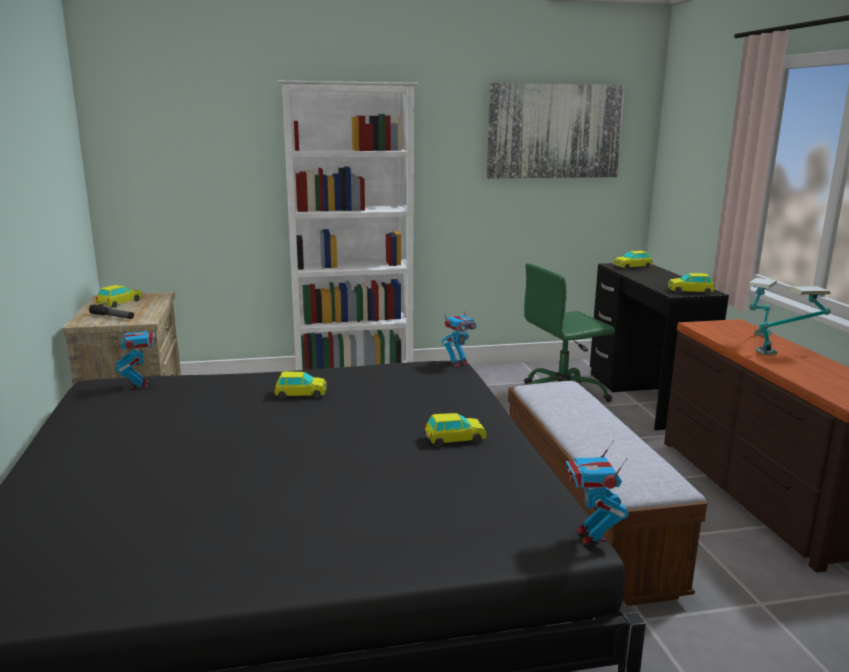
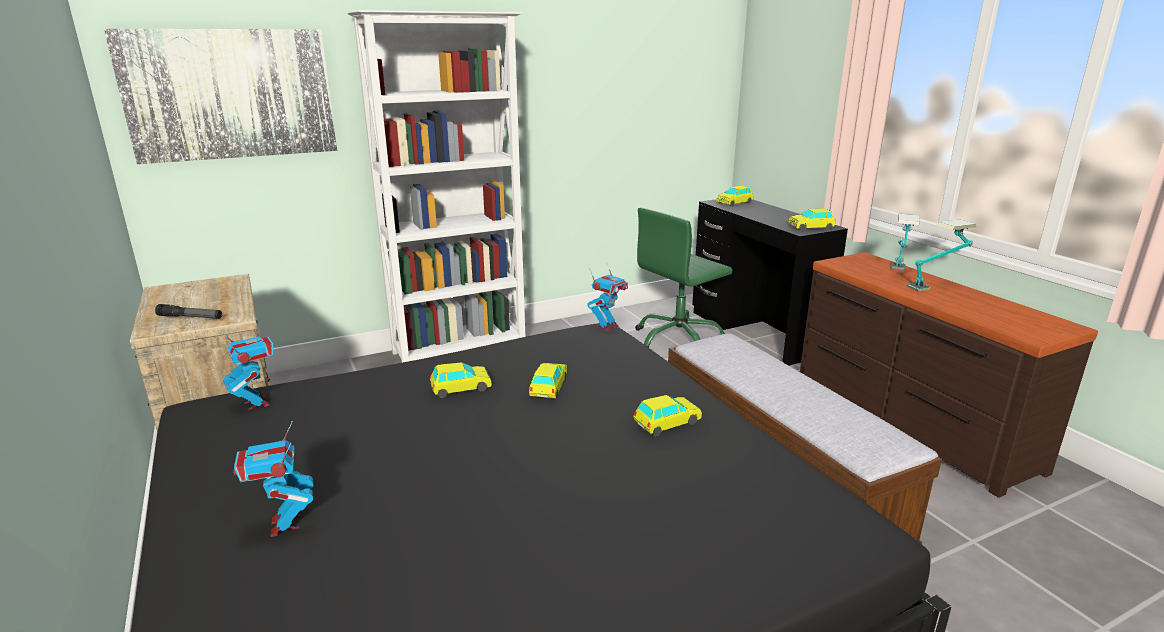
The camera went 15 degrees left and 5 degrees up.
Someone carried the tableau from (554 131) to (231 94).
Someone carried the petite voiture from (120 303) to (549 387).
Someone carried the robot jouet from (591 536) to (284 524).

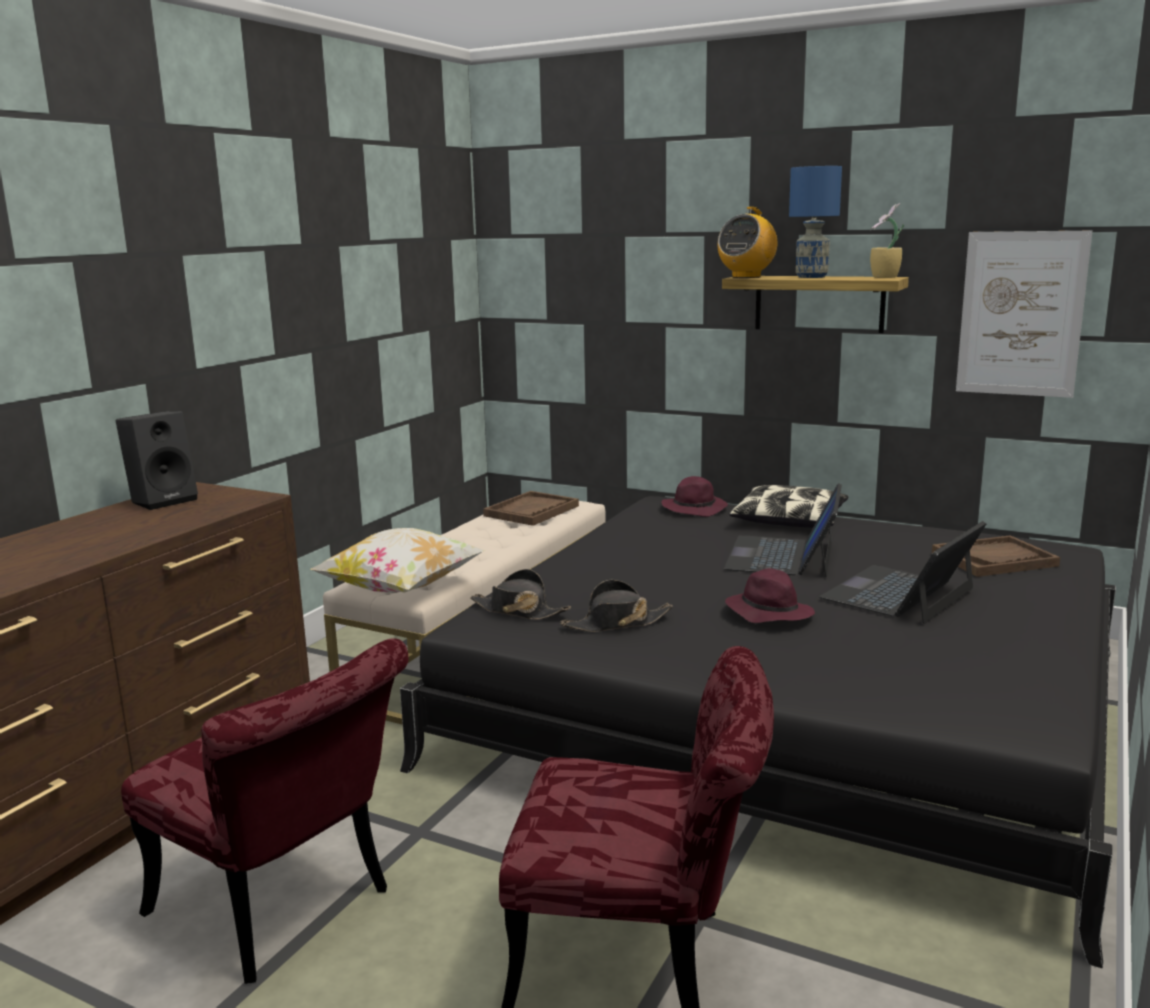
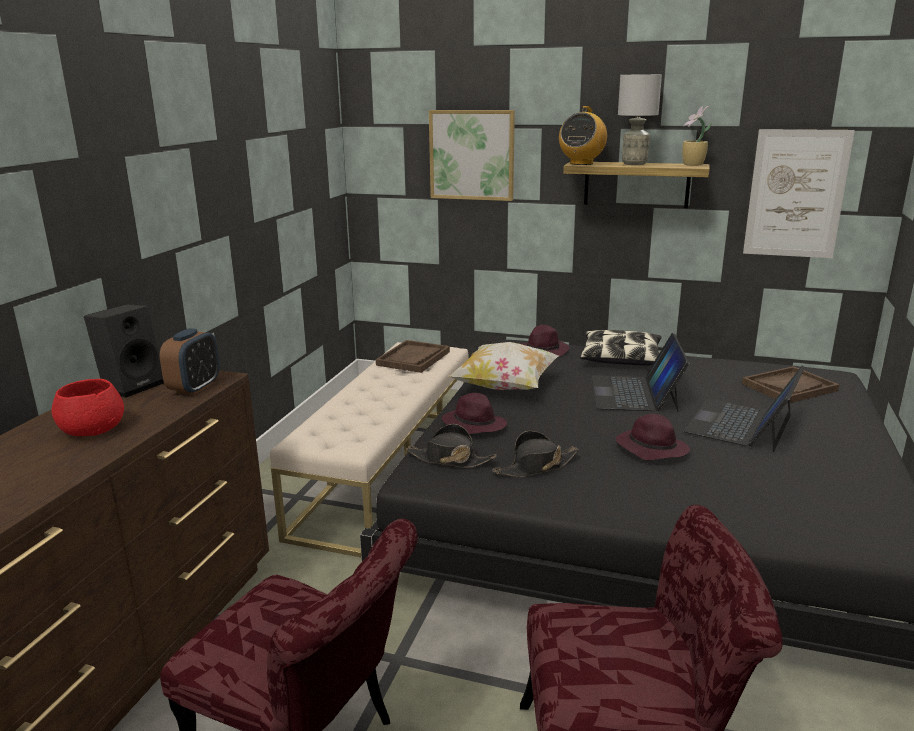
The camera went 10 degrees left and 5 degrees up.
Someone repainted the lampe de table/bleu at (810 277), which became the lampe de table/gris at (633 164).
Someone carried the coussin from (402 590) to (505 387).
Someone put up the tableau at (472 155).
Someone put down the réveil at (195 388).
Someone put down the bol/rouge at (92 429).
Someone put down the chapeau/violet at (473 425).

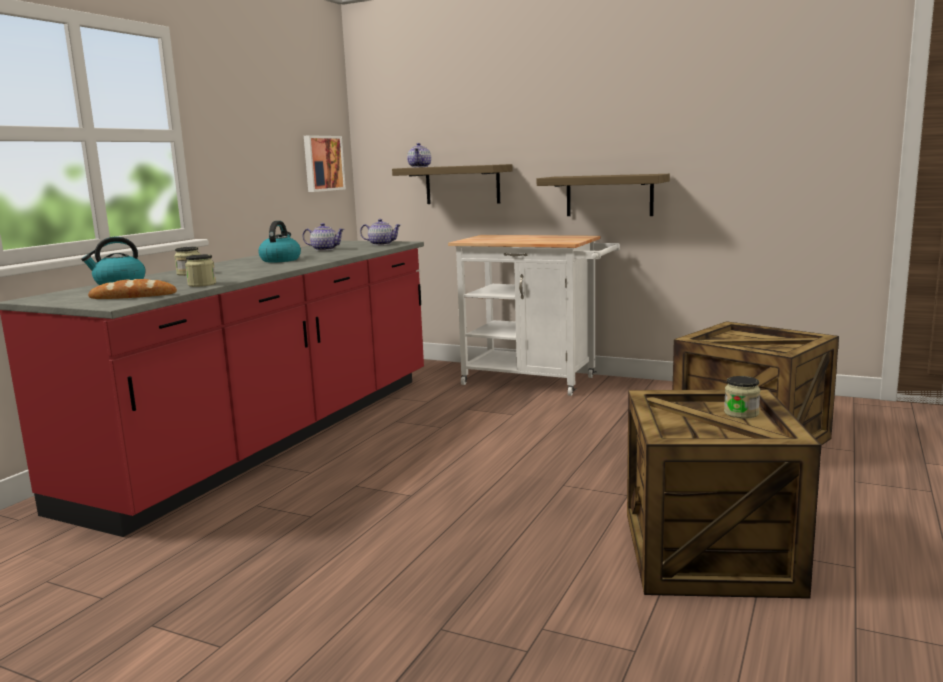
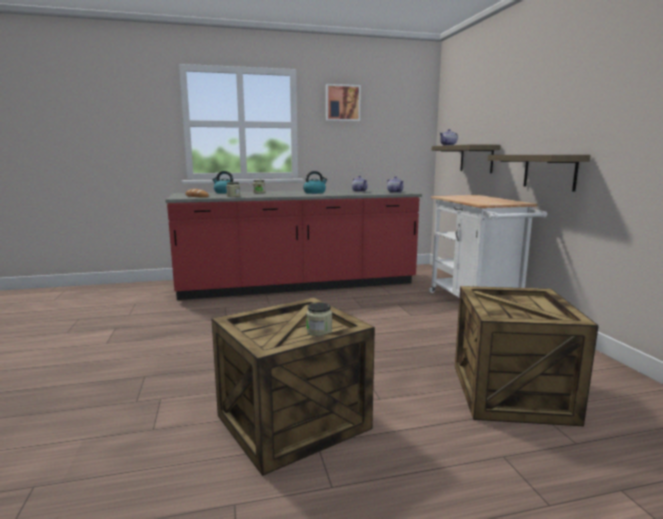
The camera went 50 degrees right and 0 degrees up.
Someone carried the tableau from (322 163) to (342 103).

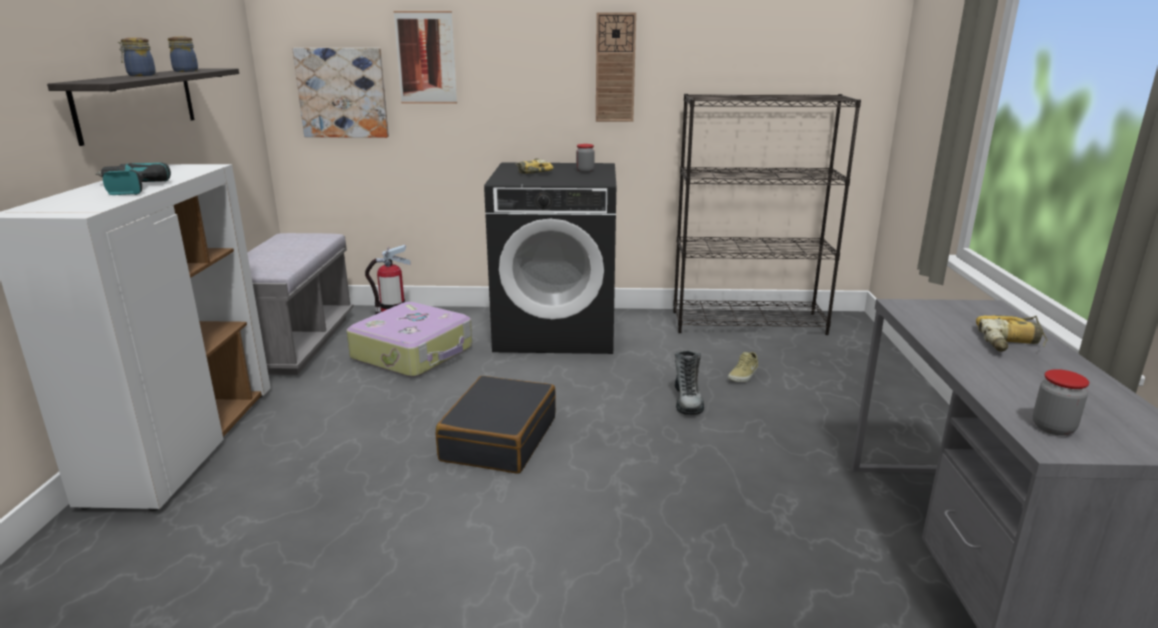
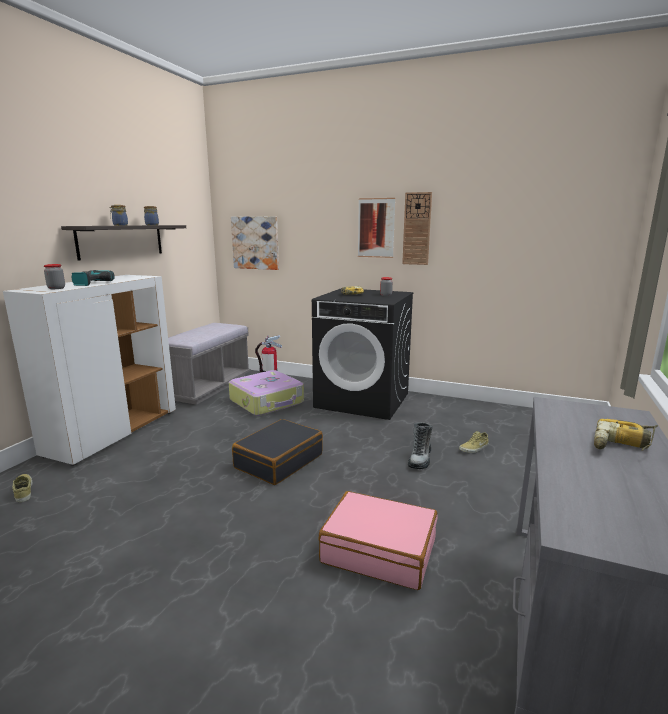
The camera went 20 degrees right and 5 degrees down.
Someone carried the tableau from (426 58) to (376 228).
Someone took away the bibliothèque/noir at (749 322).
Someone carried the bocal from (1053 428) to (56 288).
Someone put down the chaussure/beige at (22 491).
Someone put down the valise/rose at (379 551).

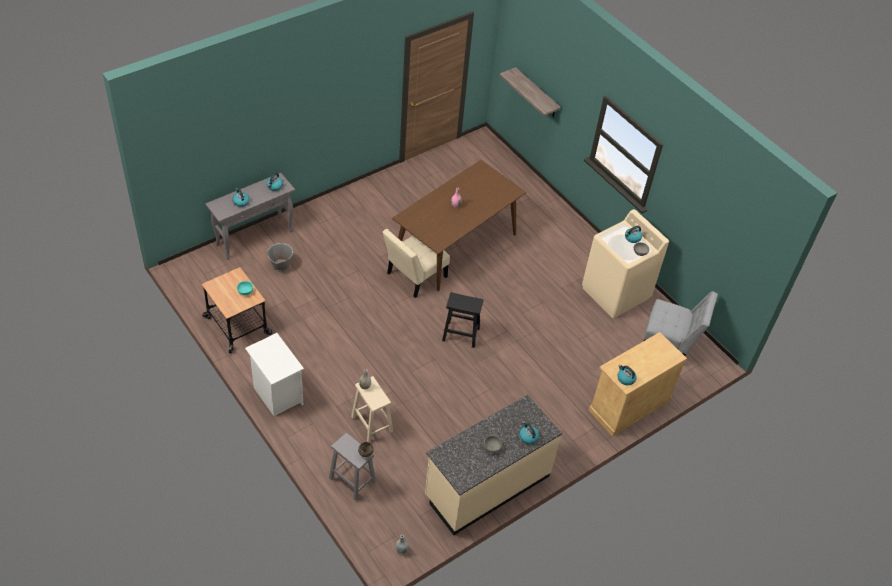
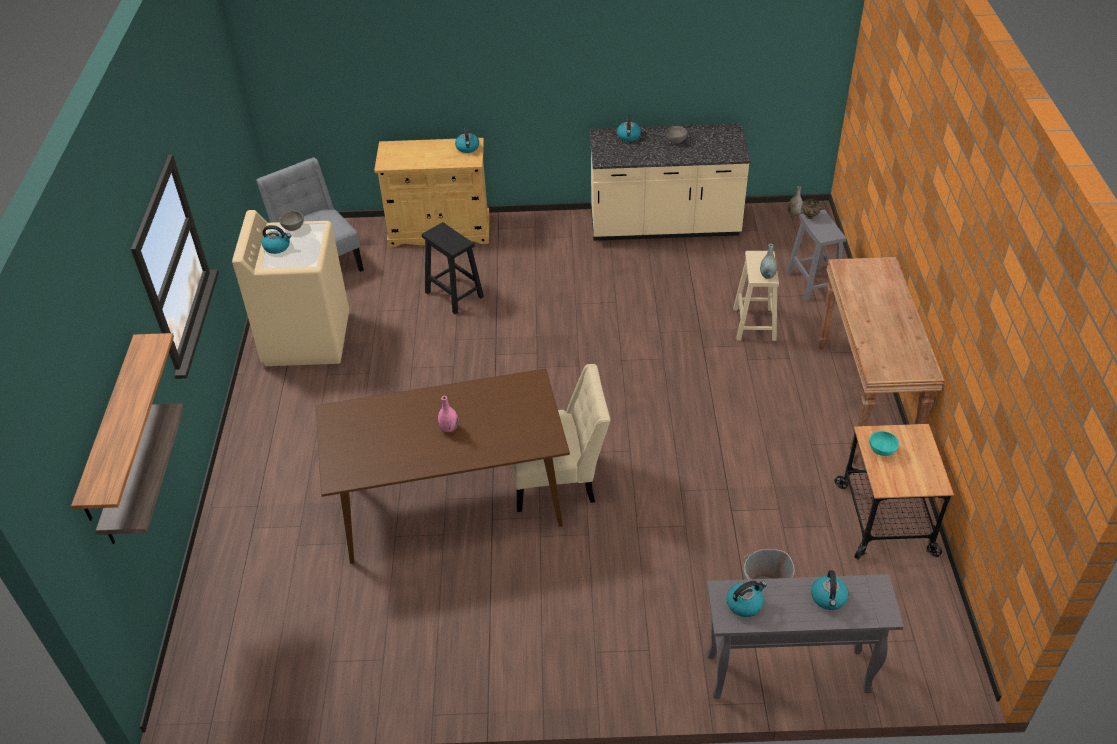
The camera went 140 degrees left and 5 degrees down.
Someone carried the tabouret/noir from (460 334) to (455 295).
Someone swapped the table de chevet/blanc at (277 394) for the table console/marron at (864 401).
Someone put up the étagère at (110 428).

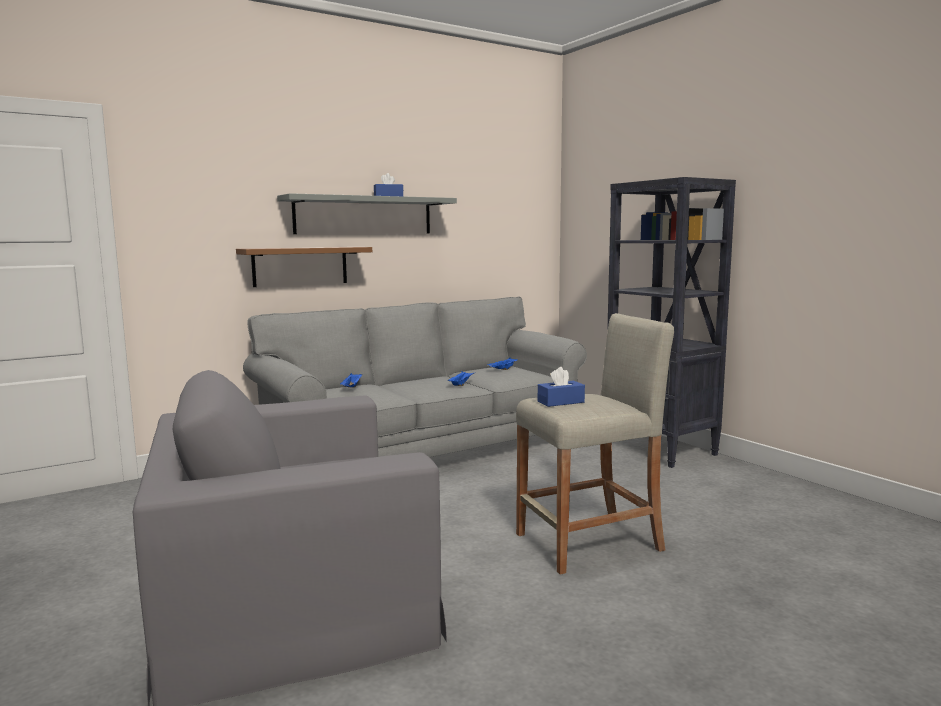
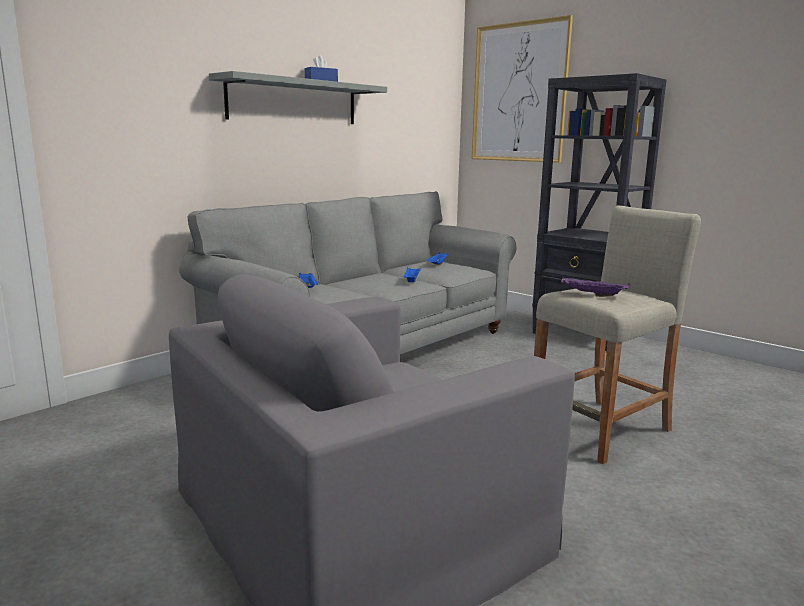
The camera went 15 degrees left and 5 degrees up.
Someone took away the étagère/marron at (300 266).
Someone swapped the boîte à mouchoirs/bleu at (560 402) for the plateau/violet at (592 295).
Someone put up the tableau at (519 93).

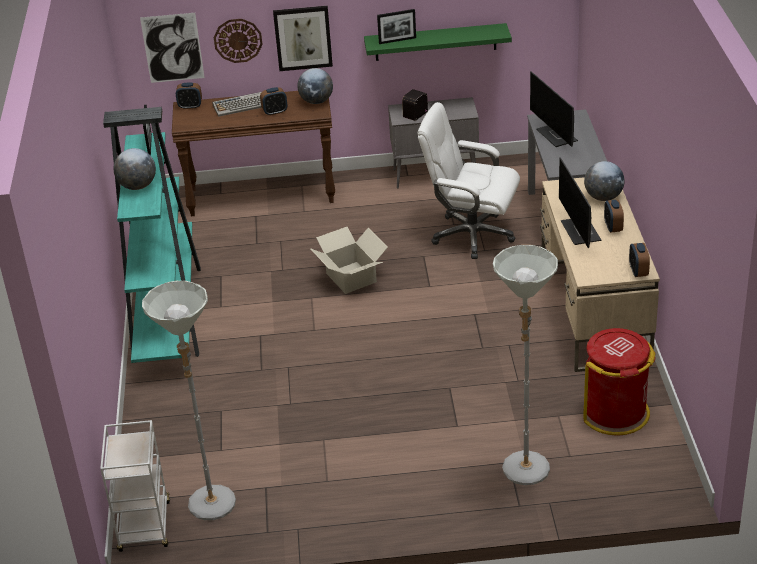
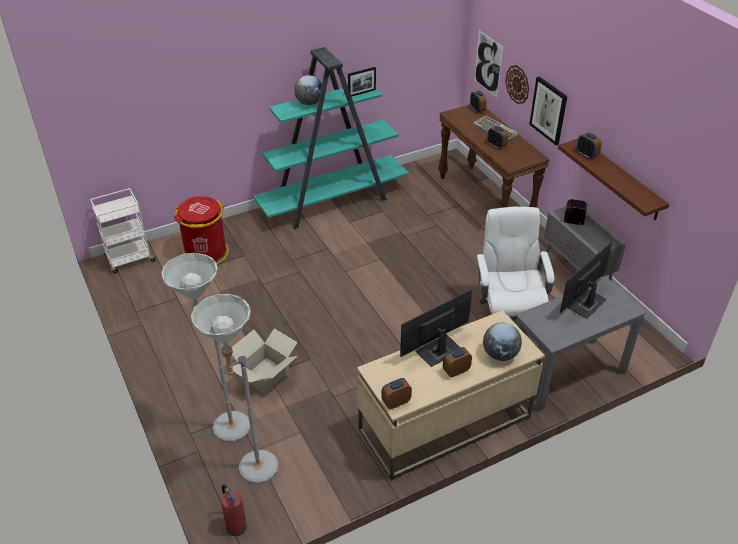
The camera went 65 degrees right and 5 degrees up.
Someone swapped the cadre photo at (397 40) for the réveil at (586 155).
Someone repainted the étagère/vert at (435 42), which became the étagère/marron at (620 179).
Someone took away the globe at (316 101).
Someone carried the carton from (351 277) to (265 375).
Someone carried the lampadaire/gris from (212 511) to (250 471).
Someone carried the poubelle/rouge from (615 412) to (206 253).
Someone put down the extincteur at (236 525).

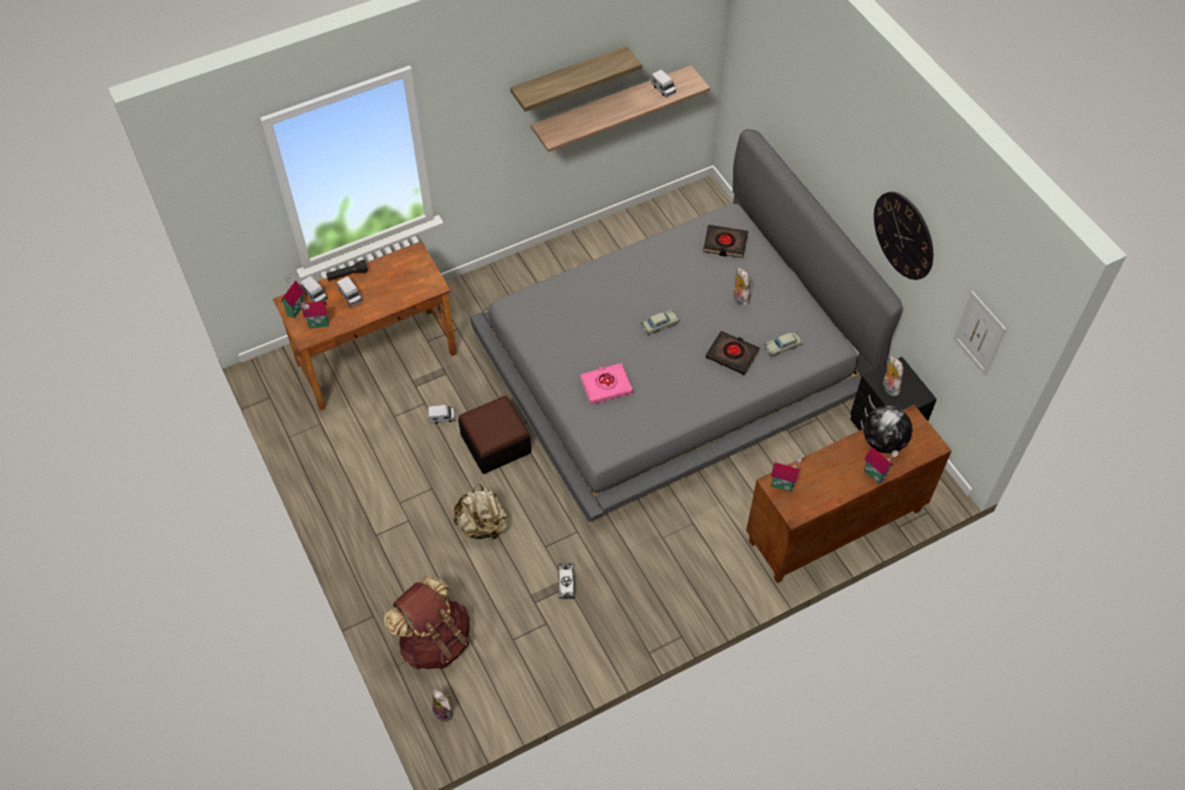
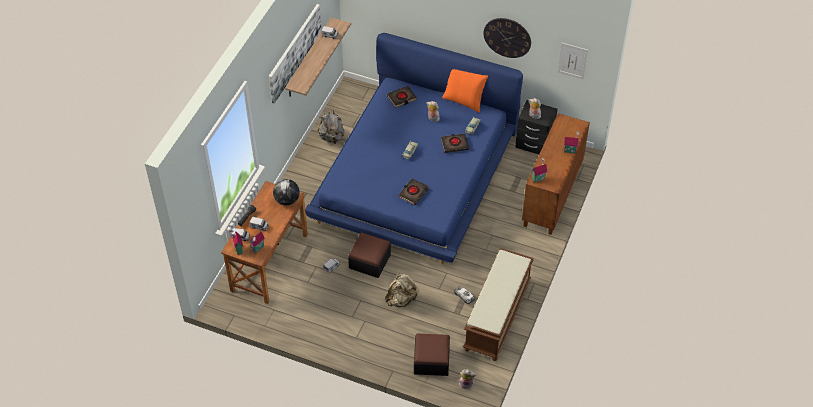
The camera went 40 degrees left and 5 degrees down.
Someone swapped the étagère at (569 79) for the tableau at (294 52).
Someone repainted the lit/gris at (673 365), which became the lit/bleu at (415 174).
Someone repainted the livre/rose at (606 386), which became the livre/noir at (413 193).
Someone carried the globe from (883 442) to (287 200).
Someone swapped the sac à dos/marron at (434 640) for the pouf at (431 360).
Someone put down the coussin/orange at (464 100).
Someone put down the sac à dos/gris at (332 137).
Someone put down the banc/marron at (497 316).

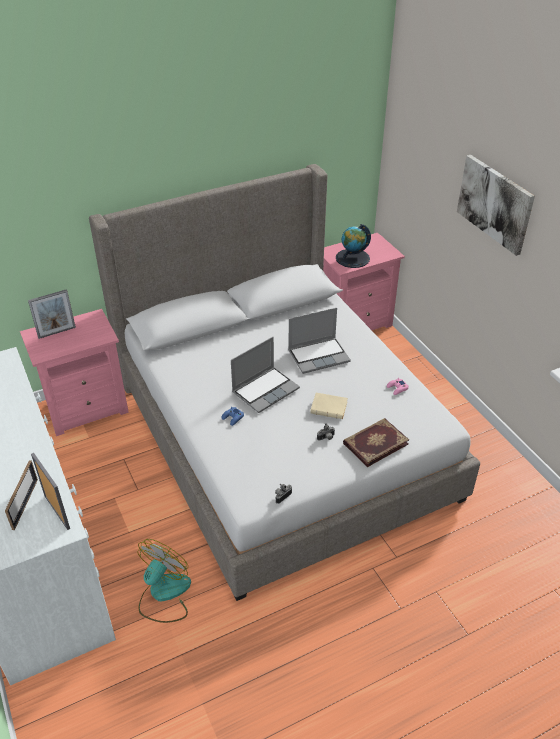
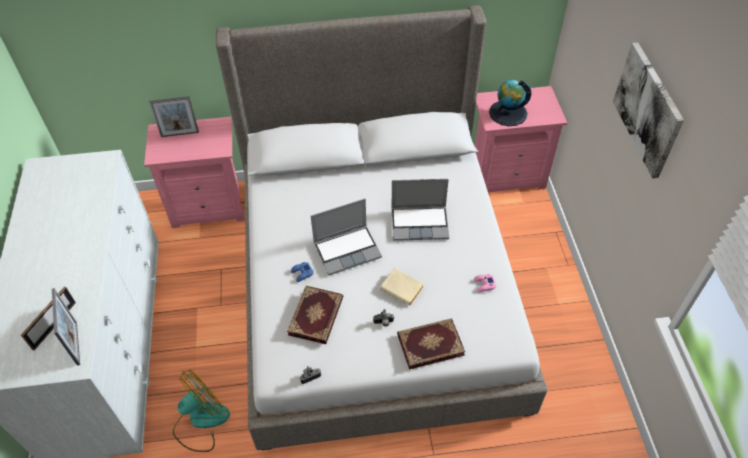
The camera went 20 degrees right and 10 degrees up.
Someone put down the livre at (317 316).

